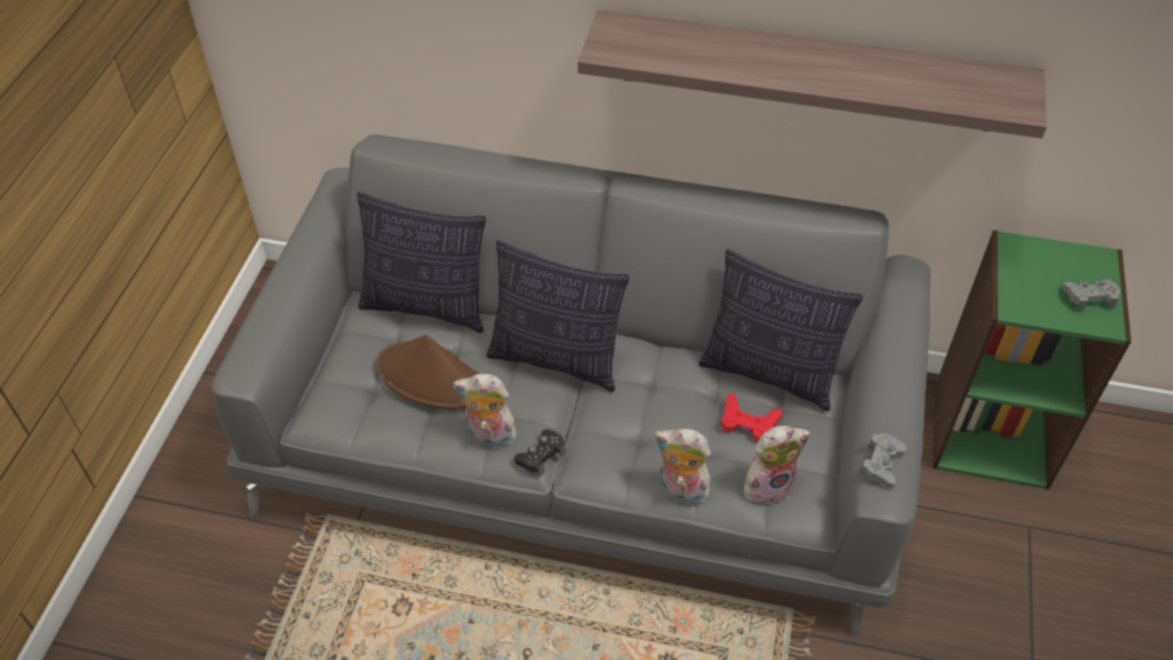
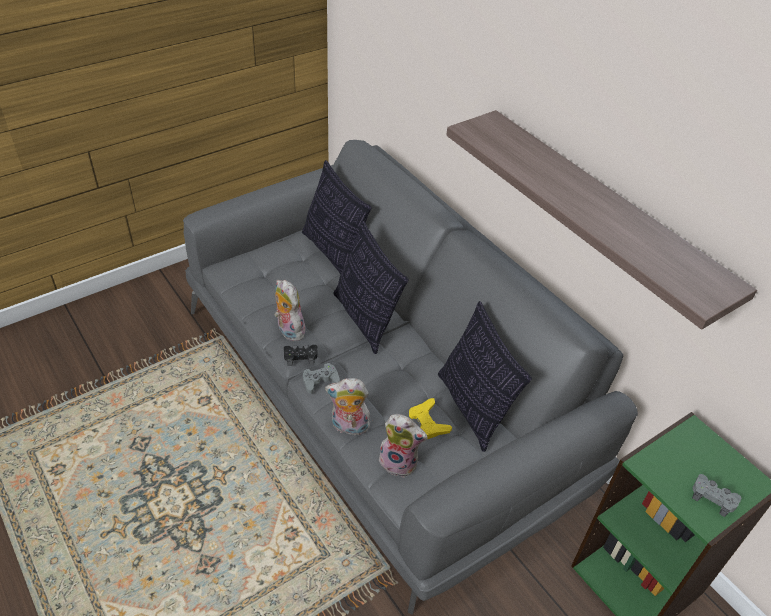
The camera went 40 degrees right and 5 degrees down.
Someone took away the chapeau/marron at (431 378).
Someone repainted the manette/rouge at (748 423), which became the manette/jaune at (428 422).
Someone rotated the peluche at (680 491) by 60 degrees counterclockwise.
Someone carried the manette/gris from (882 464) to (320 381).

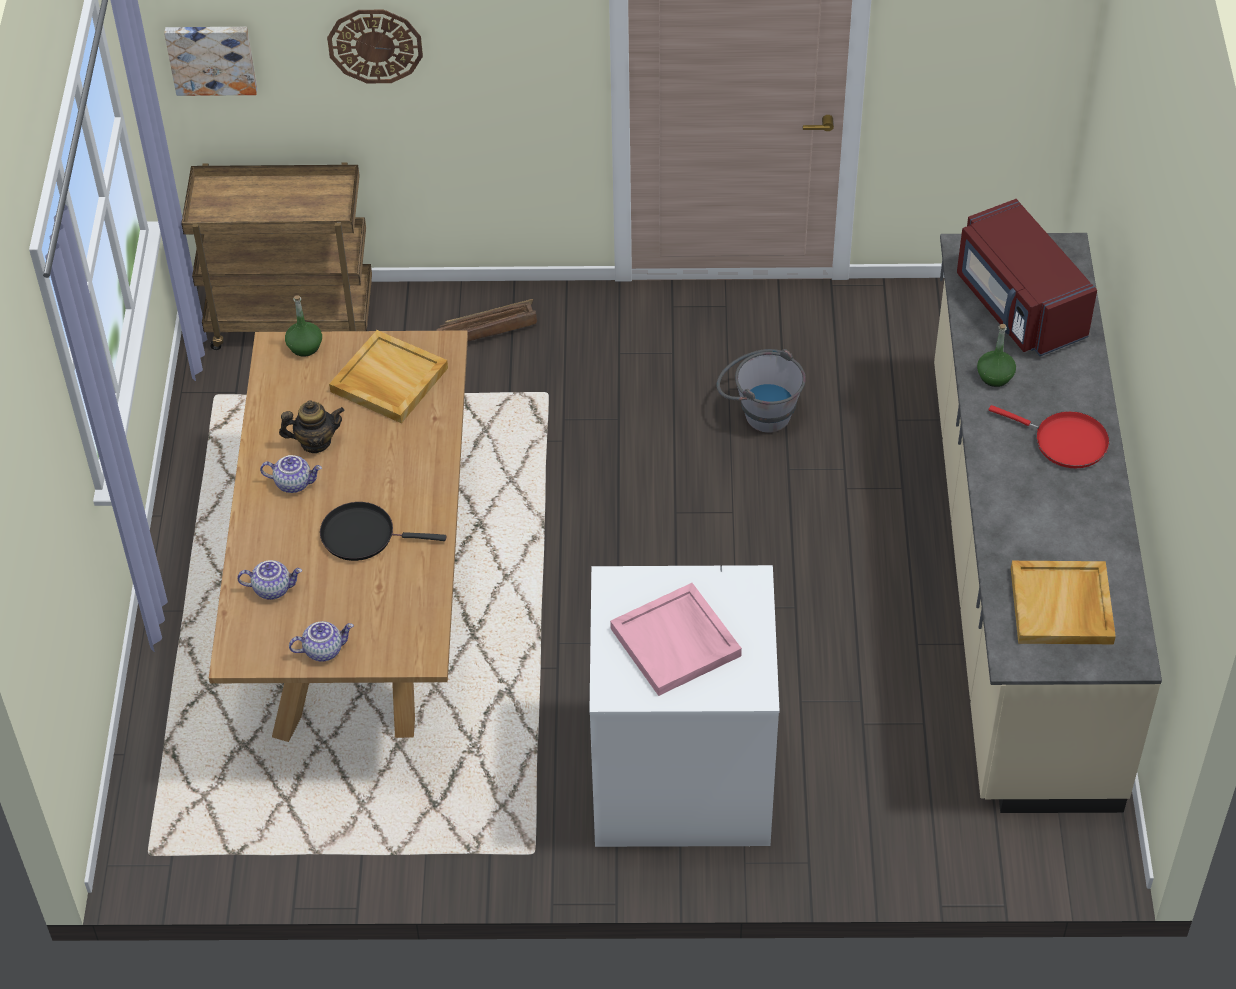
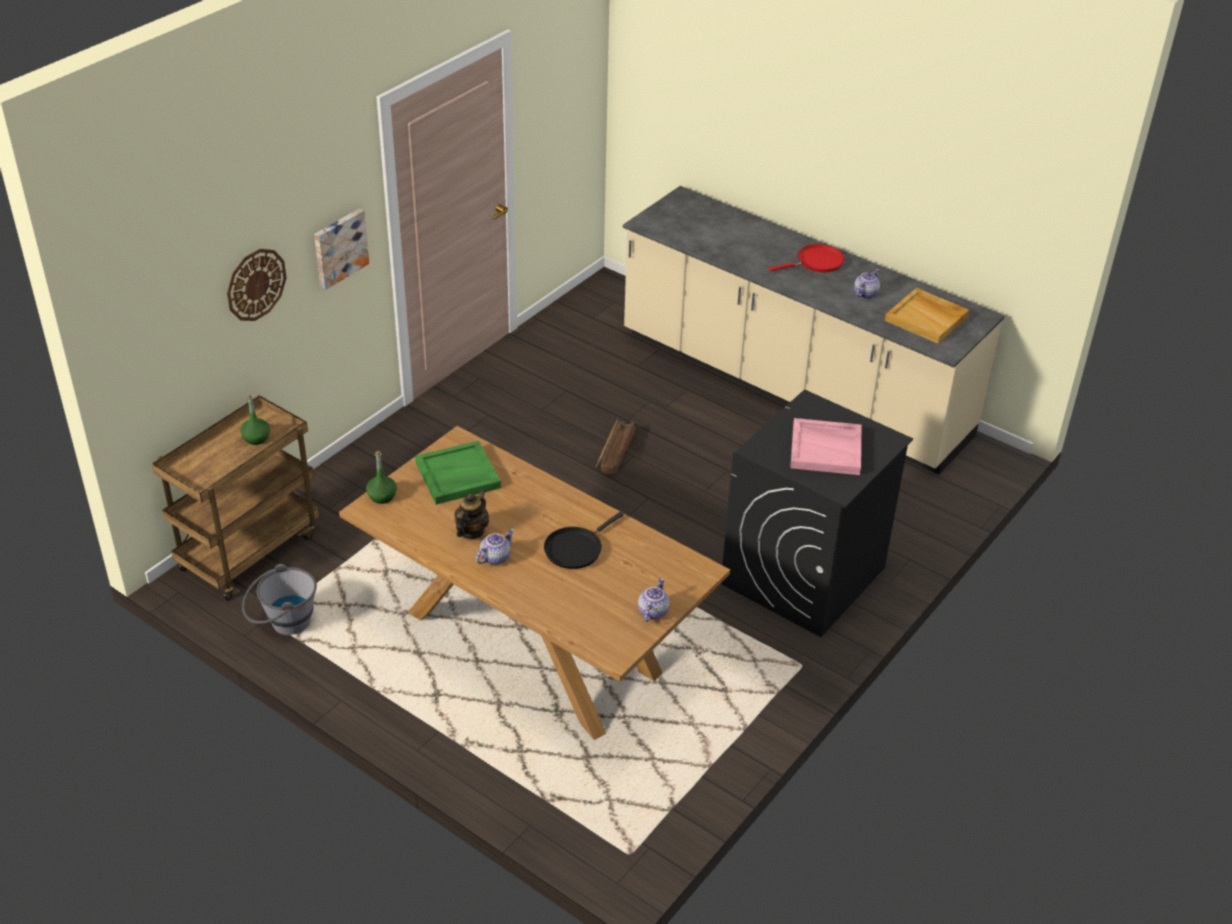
The camera went 55 degrees left and 10 degrees down.
Someone carried the tableau from (211 58) to (339 247).
Someone took away the micro-ondes/rouge at (1018 306).
Someone carried the caisse from (486 330) to (615 452).
Someone carried the bouteille/vert from (994 376) to (256 438).
Someone repainted the plateau/beige at (388 380), which became the plateau/vert at (457 476).
Someone carried the seau/gris from (759 411) to (283 624).
Someone carried the théière from (273 588) to (865 293).
Someone repainted the lave-linge/blanc at (680 777), which became the lave-linge/noir at (803 576).

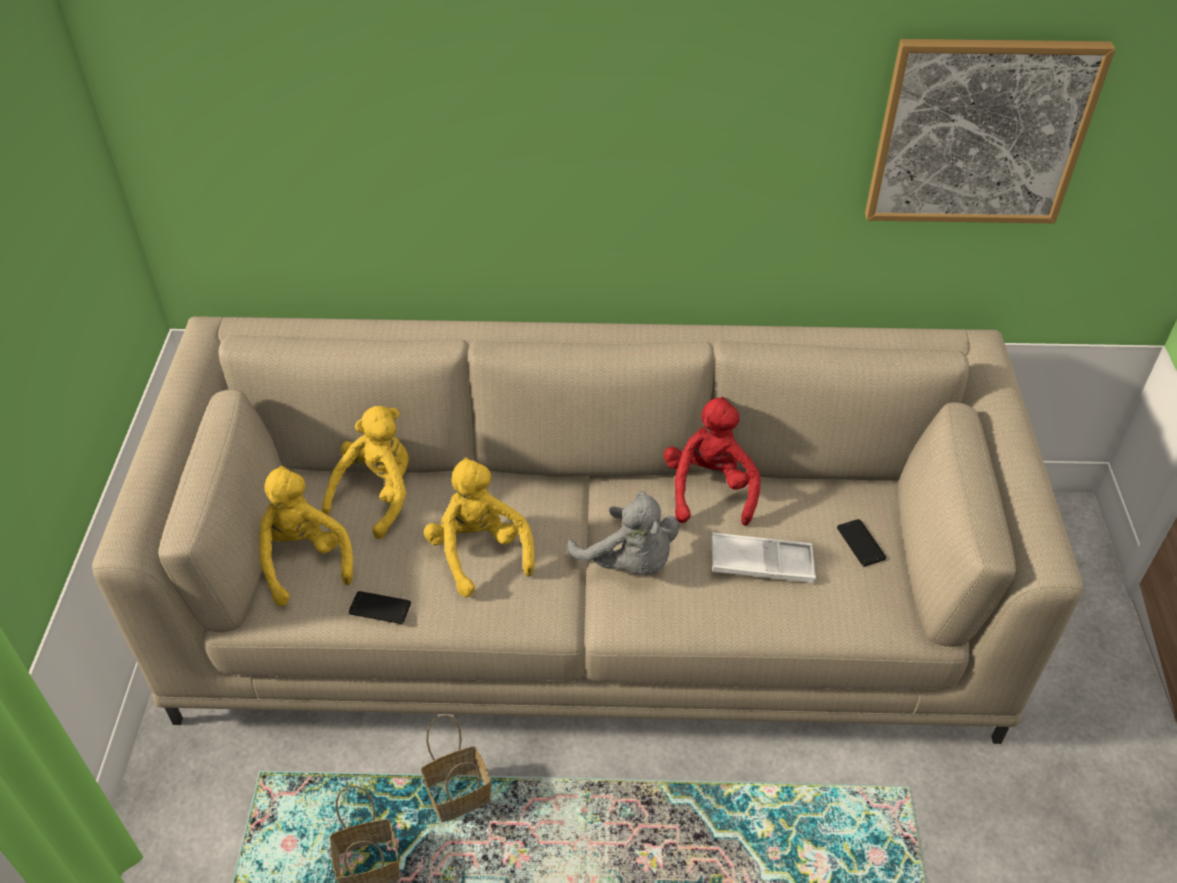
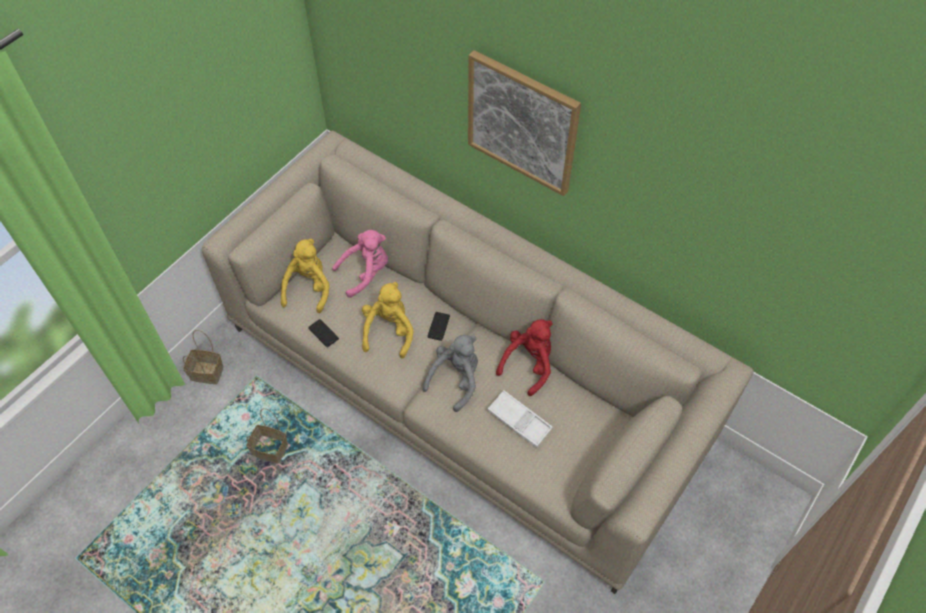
The camera went 35 degrees right and 10 degrees up.
Someone carried the tableau from (980 132) to (522 123).
Someone repainted the peluche/jaune at (377 495), which became the peluche/rose at (366 273).
Someone rotated the peluche/gris at (629 562) by 135 degrees counterclockwise.
Someone carried the téléphone from (860 543) to (438 326).
Someone carried the panier from (460 793) to (208 372).

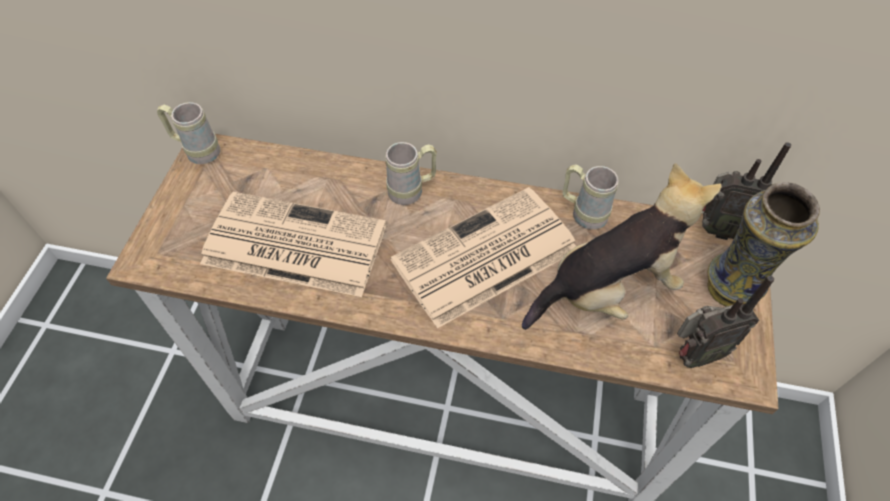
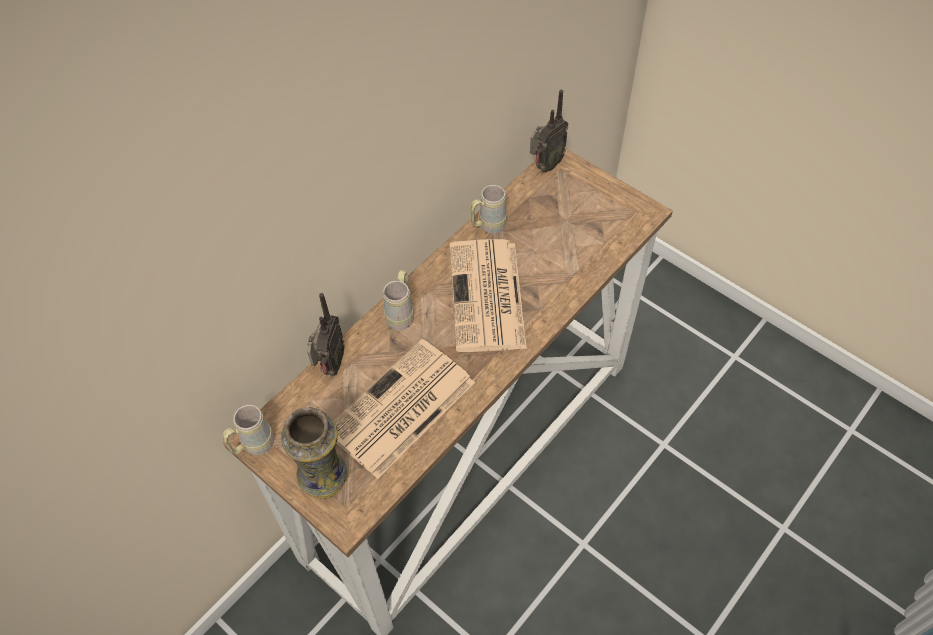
The camera went 60 degrees left and 0 degrees up.
Someone took away the peluche at (607 290).
Someone carried the vase from (730 290) to (325 481).
Someone carried the radio from (693 354) to (330 366).

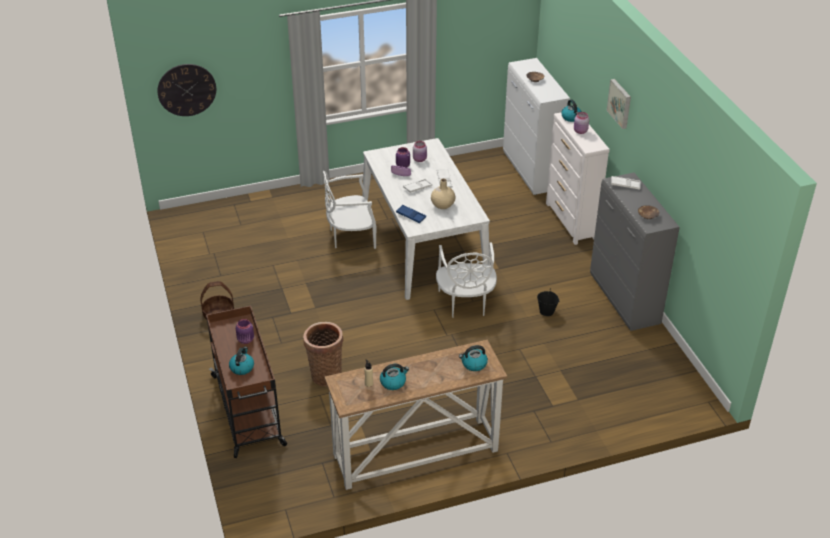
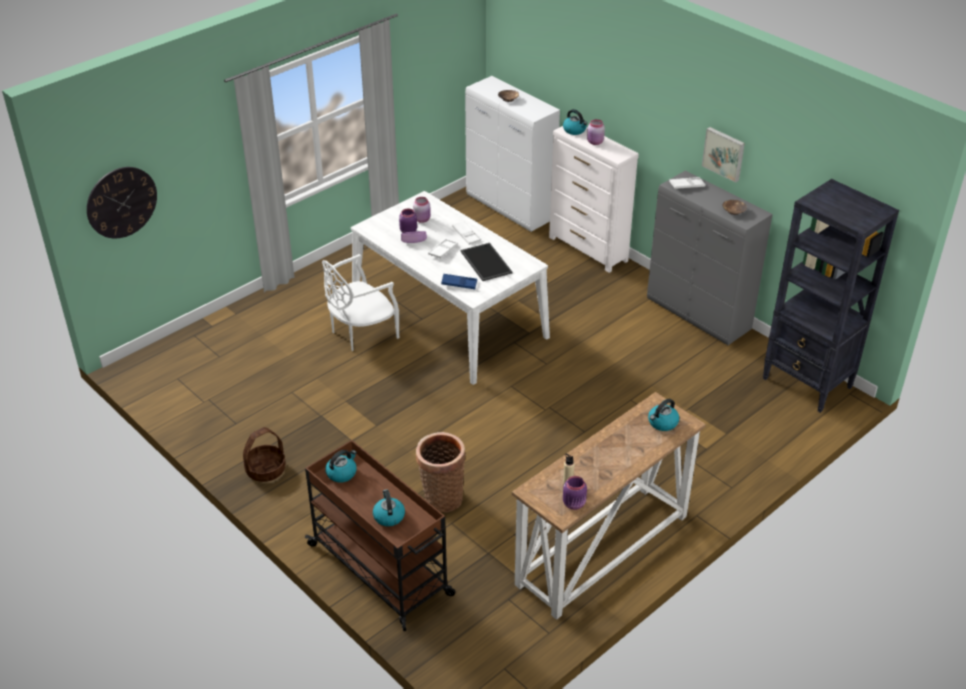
The camera went 25 degrees left and 0 degrees up.
Someone carried the tableau from (620 103) to (724 153).
Someone swapped the vase/beige at (442 205) for the plateau at (485 262).
Someone took away the chaise/blanc at (465 303).
Someone took away the seau/noir at (547 311).
Someone carried the bocal/violet from (246 340) to (574 504).
Someone carried the bouilloire from (393 382) to (342 473).
Someone put down the bibliothèque/noir at (807 383).

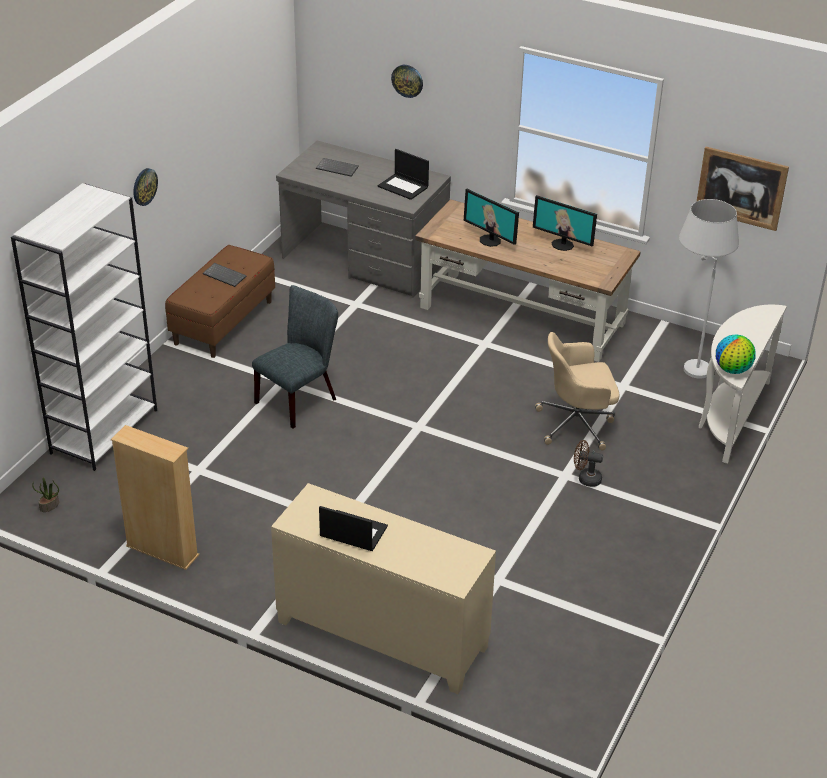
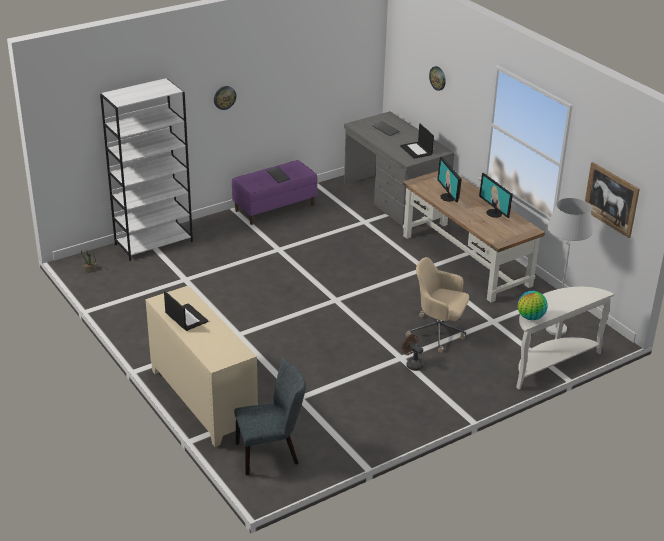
The camera went 30 degrees right and 5 degrees down.
Someone repainted the banc/marron at (223 322), which became the banc/violet at (275 208).
Someone carried the chaise/gris from (300 399) to (271 453).
Someone took away the bibliothèque/beige at (162 551).

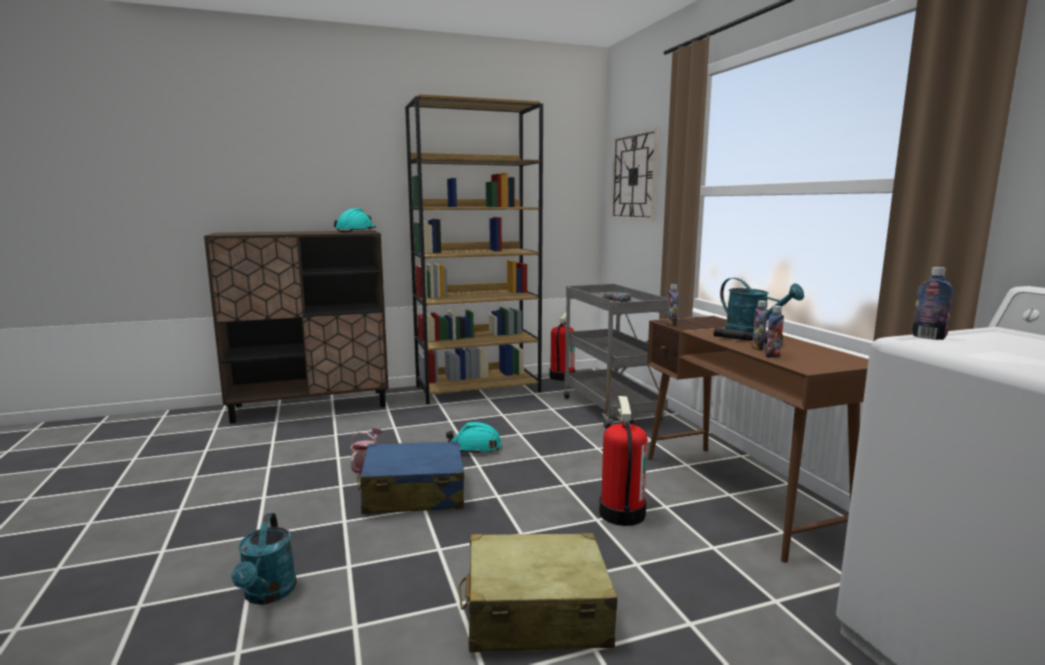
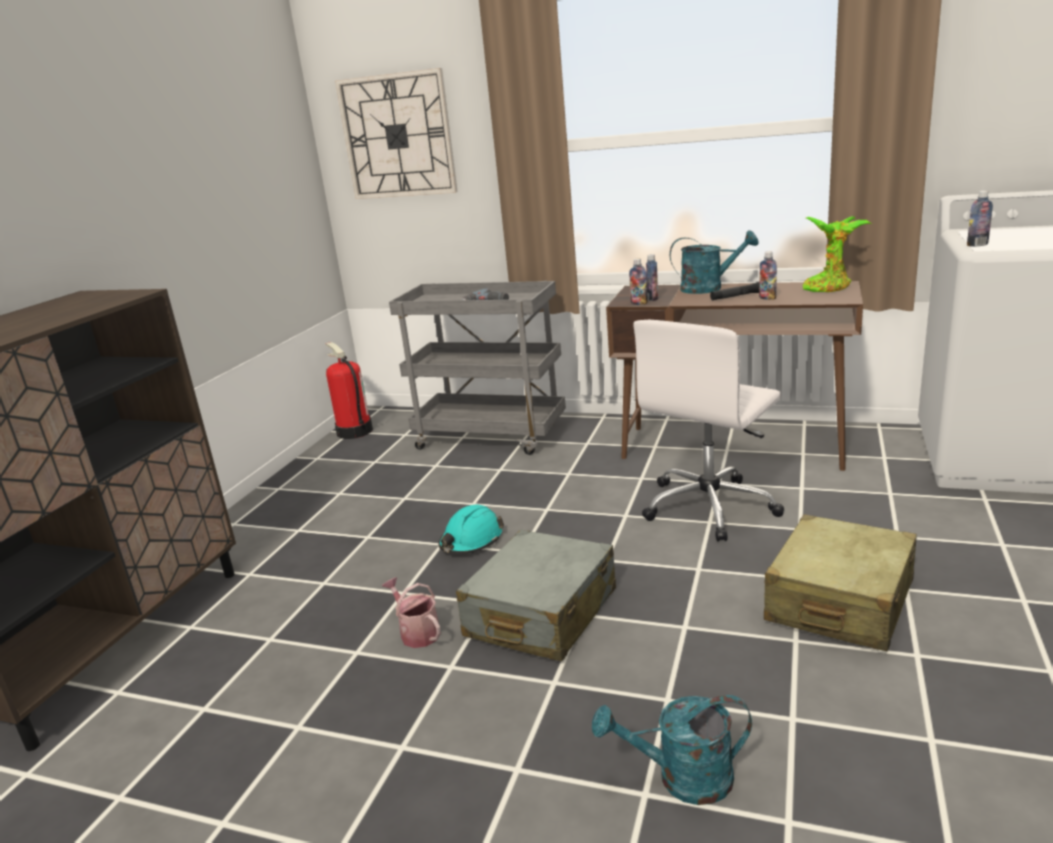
The camera went 50 degrees left and 10 degrees up.
Someone took away the bibliothèque/marron at (478 389).
Someone took away the casque de chantier/turquoise at (356 231).
Someone carried the bouteille from (772 356) to (652 298).
Someone swapped the extincteur at (621 513) for the chaise de bureau/blanc at (710 506).
Someone repainted the valise/bleu at (413 494), which became the valise/gris at (541 614).
Someone rotated the arrosoir/turquoise at (268 594) by 150 degrees clockwise.
Someone put down the plante en pot at (829 287).

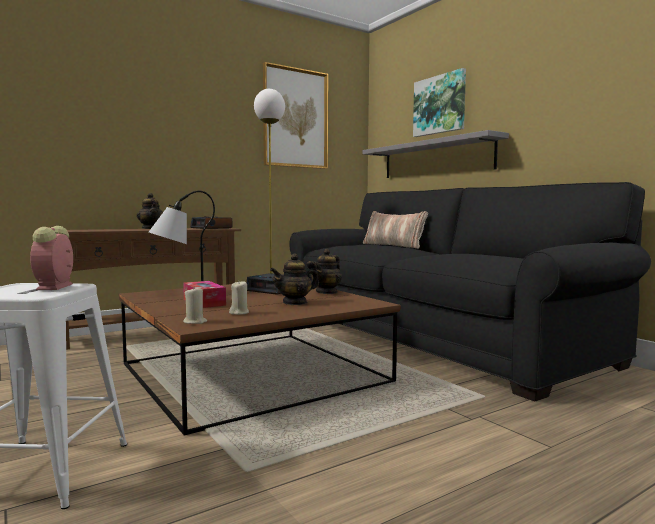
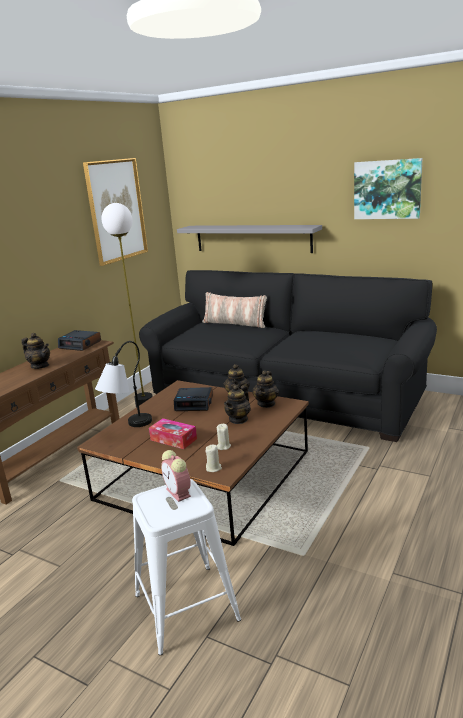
The camera went 25 degrees left and 15 degrees up.
Someone carried the tableau from (439 105) to (387 189).
Someone put down the théière at (266 403).

